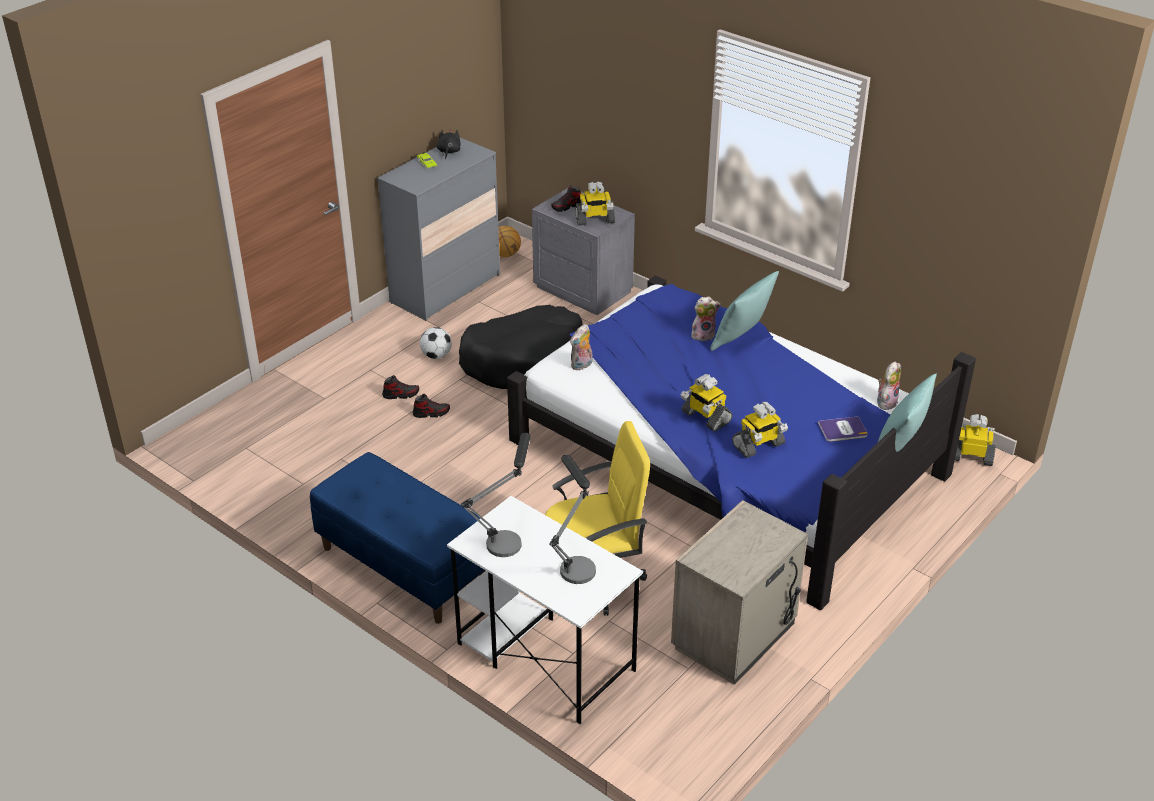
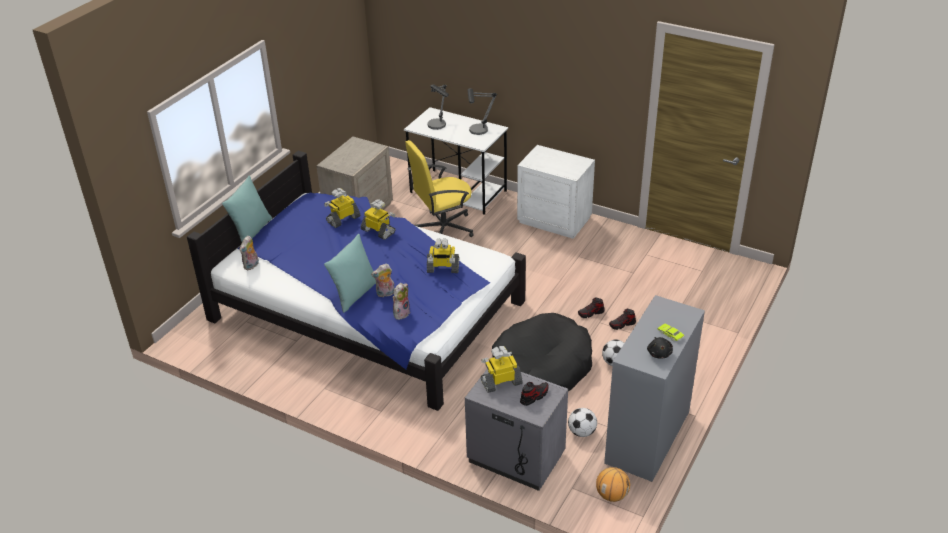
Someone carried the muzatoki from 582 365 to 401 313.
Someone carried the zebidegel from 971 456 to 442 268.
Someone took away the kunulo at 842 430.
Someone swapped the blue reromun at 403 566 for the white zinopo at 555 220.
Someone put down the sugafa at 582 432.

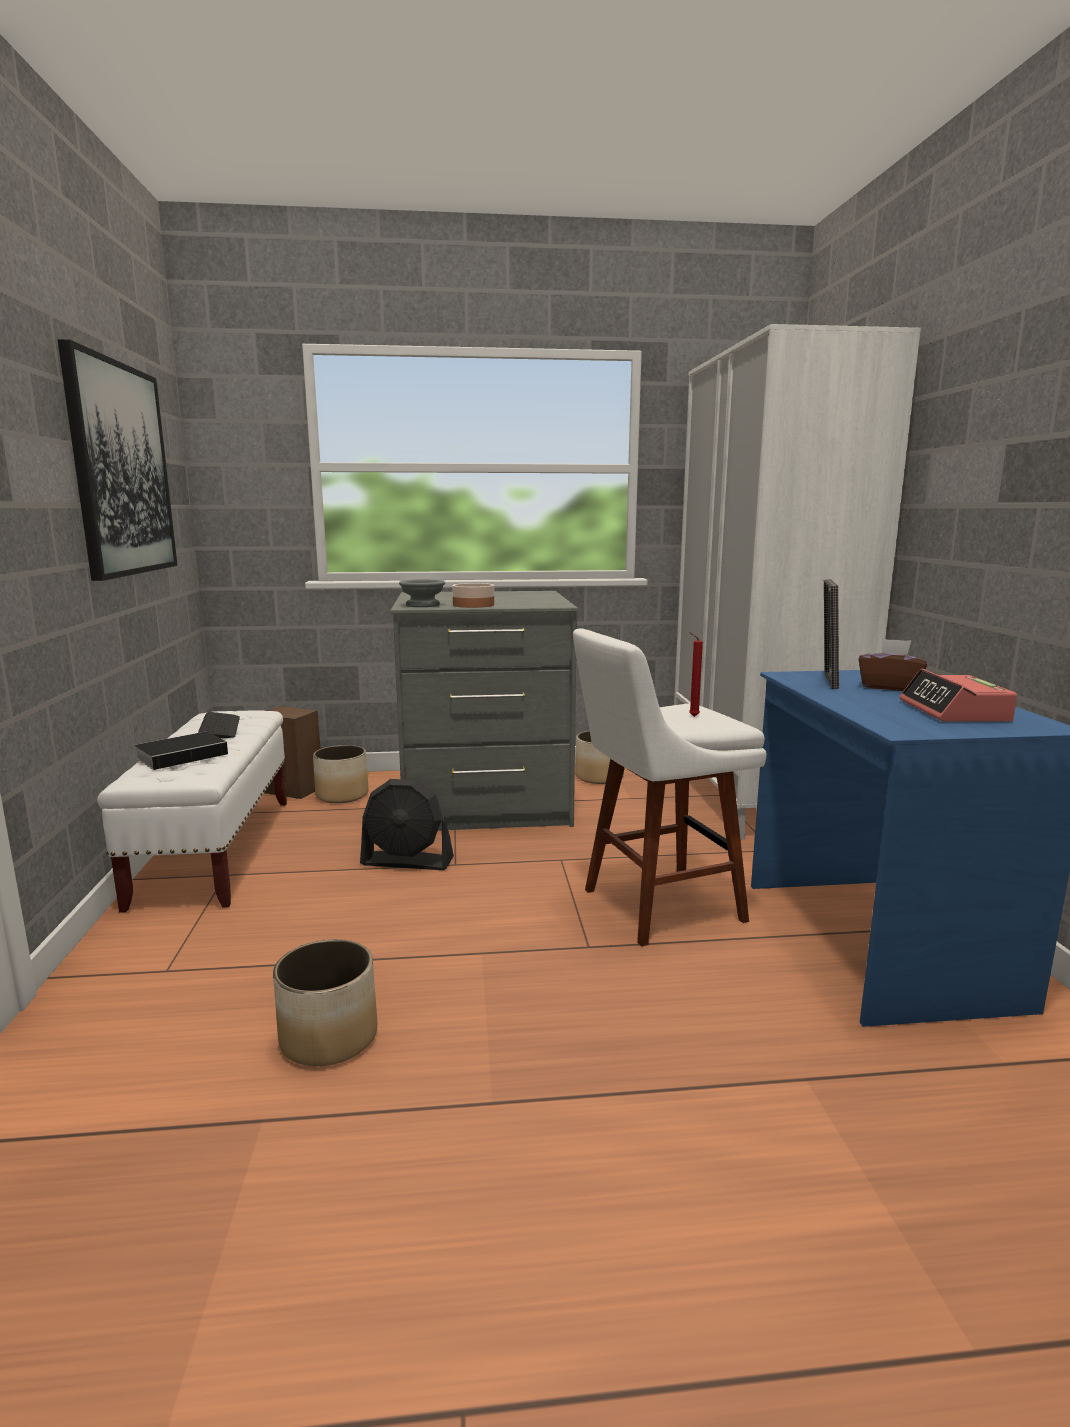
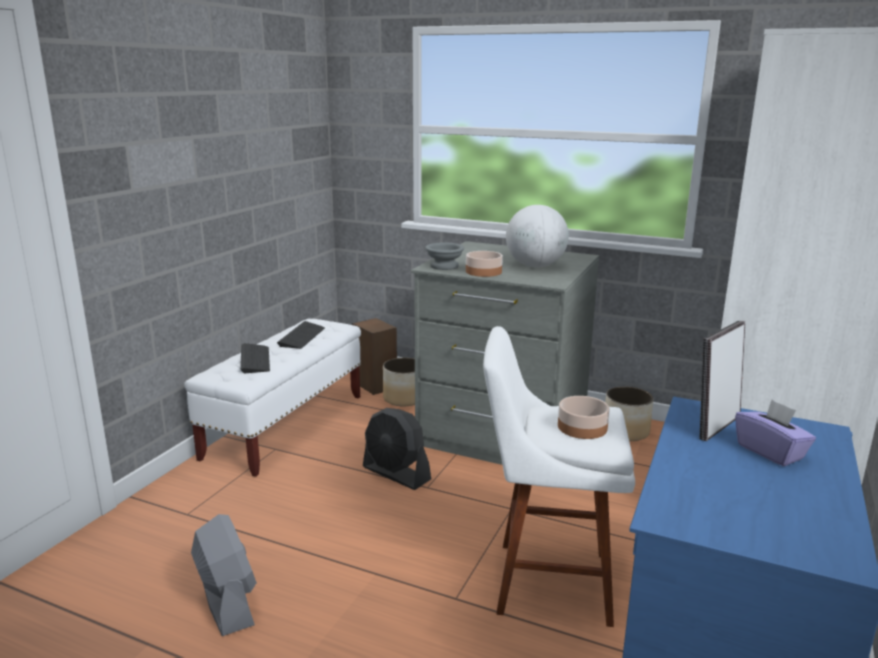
Someone took away the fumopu at 121 470.
Someone swapped the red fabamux at 692 716 for the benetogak at 582 427.
Someone repainted the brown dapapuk at 890 687, which became the purple dapapuk at 770 452.
Someone took away the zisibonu at 954 712.
Someone swapped the kunulo at 184 755 for the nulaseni at 255 359.
Someone swapped the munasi at 327 1038 for the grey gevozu at 227 601.
Someone put down the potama at 535 266.

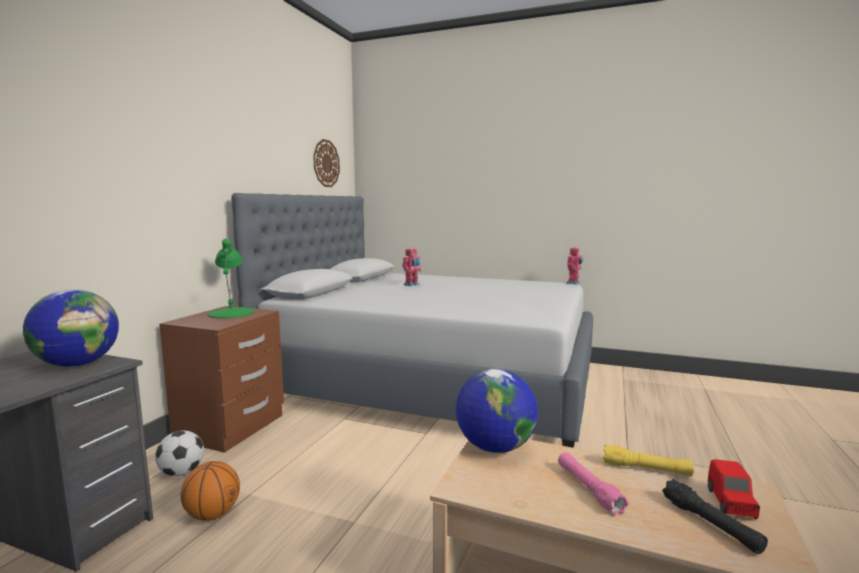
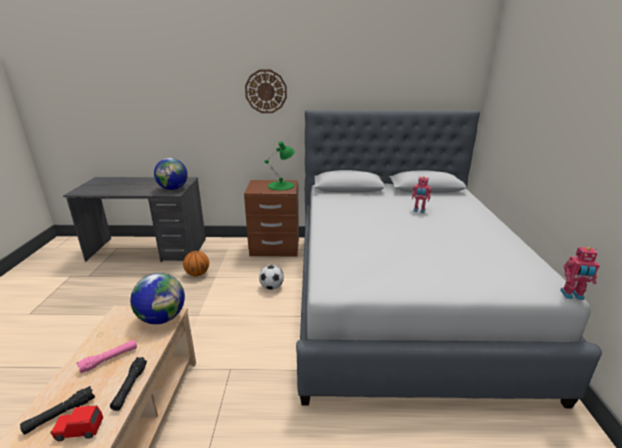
Someone carried the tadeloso from 326 163 to 266 91.
Someone carried the sugafa from 182 472 to 271 287.
Someone repainted the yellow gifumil at 646 469, which became the black gifumil at 130 387.

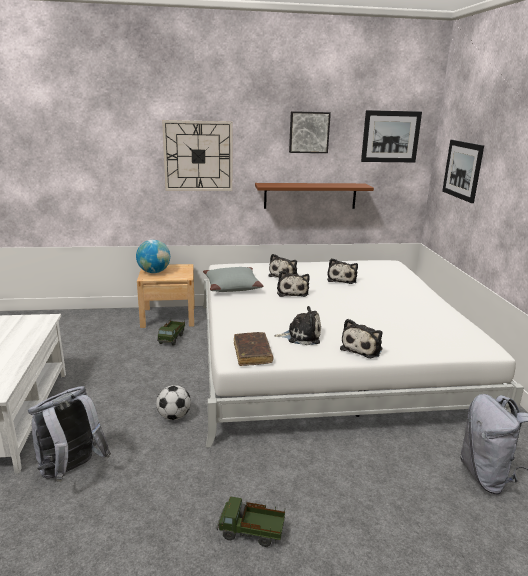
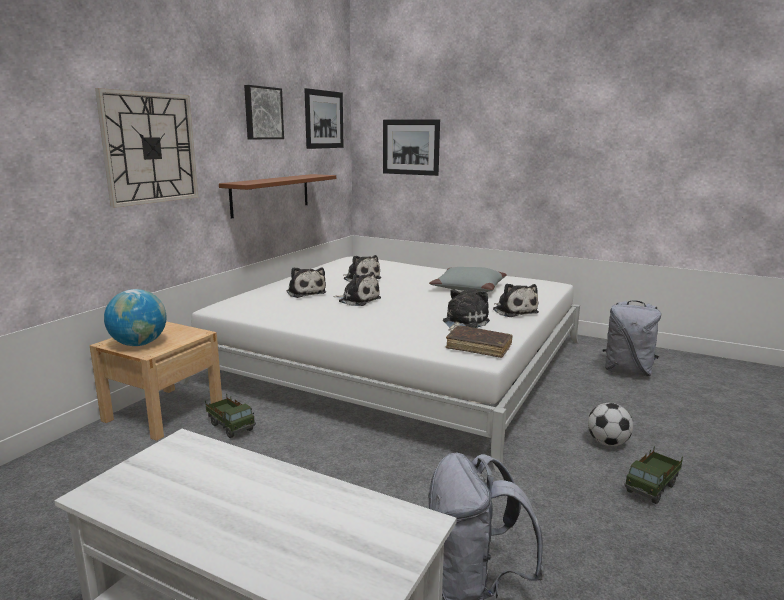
Someone carried the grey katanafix from 232 286 to 468 288.
Someone carried the sugafa from 174 416 to 608 443.

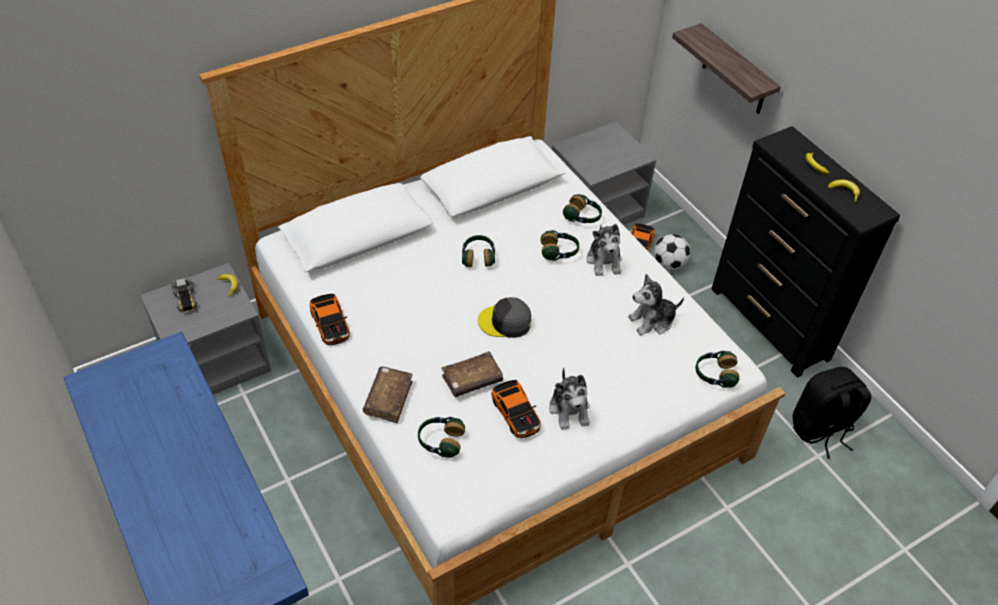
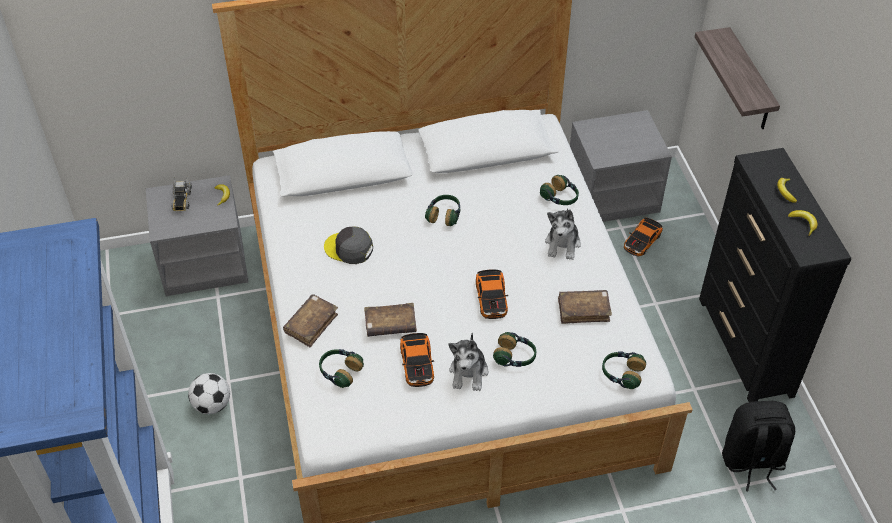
Someone carried the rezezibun from 559 252 to 515 357.
Someone carried the sugafa from 669 264 to 212 405.
Someone swapped the muzatoki at 652 321 for the brown kunulo at 583 310.
Someone carried the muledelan from 331 323 to 492 298.
Someone carried the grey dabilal from 505 322 to 349 248.

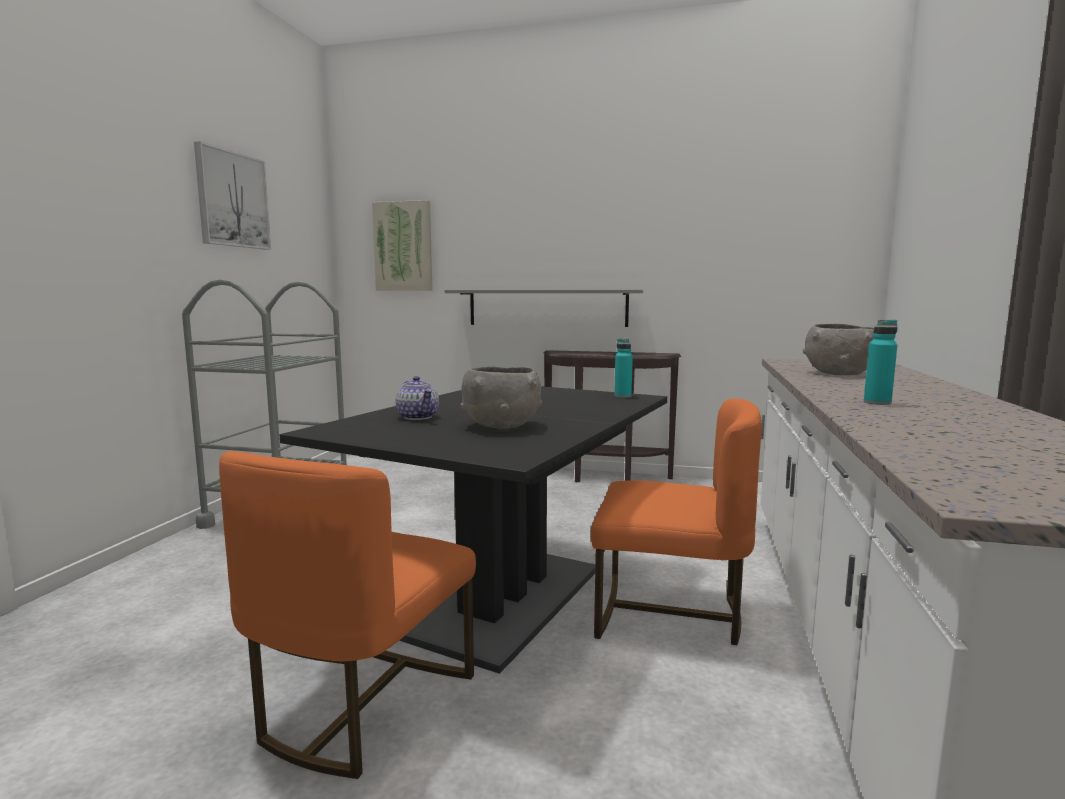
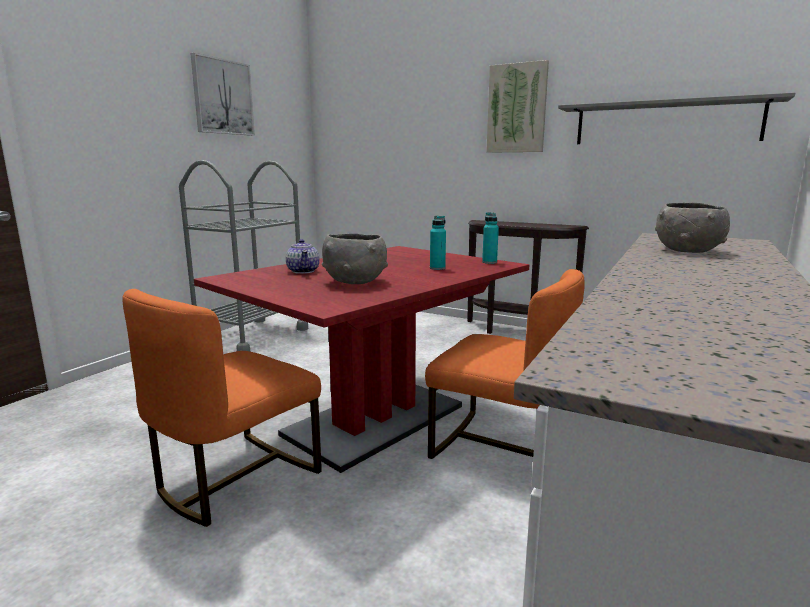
Someone carried the fumopu from 403 246 to 517 108.
Someone carried the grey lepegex from 547 307 to 665 123.
Someone carried the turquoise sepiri from 877 402 to 437 268.
Someone repainted the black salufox at 504 600, which became the red salufox at 375 420.

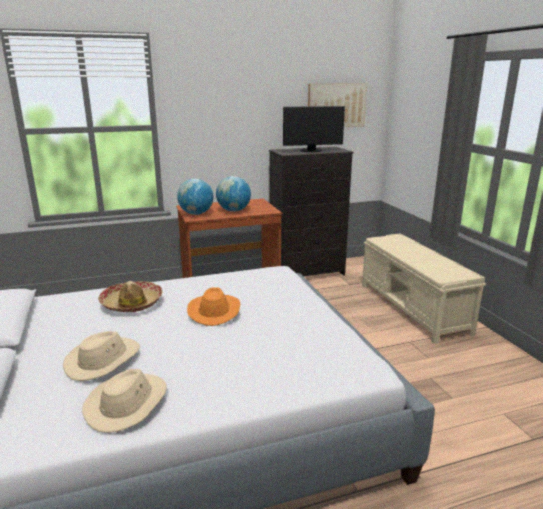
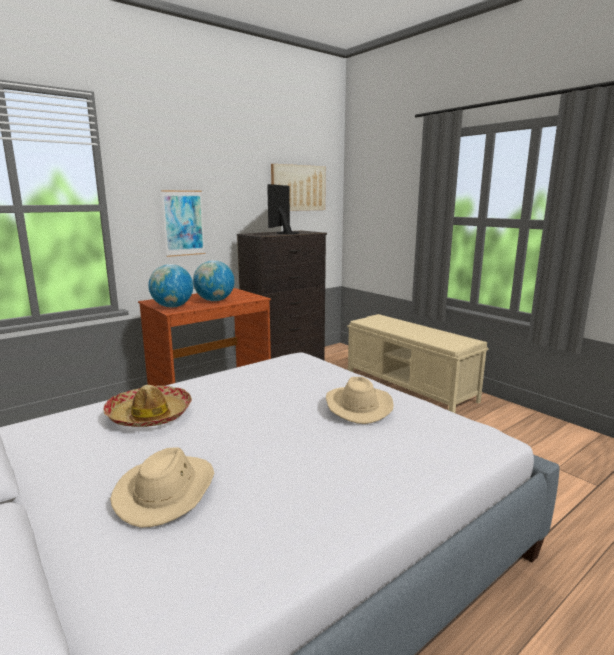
Someone rotated the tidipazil at 311 151 by 135 degrees clockwise.
Someone took away the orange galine at 214 311.
Someone carried the beige galine from 127 403 to 357 406.
Someone put up the fumopu at 183 223.

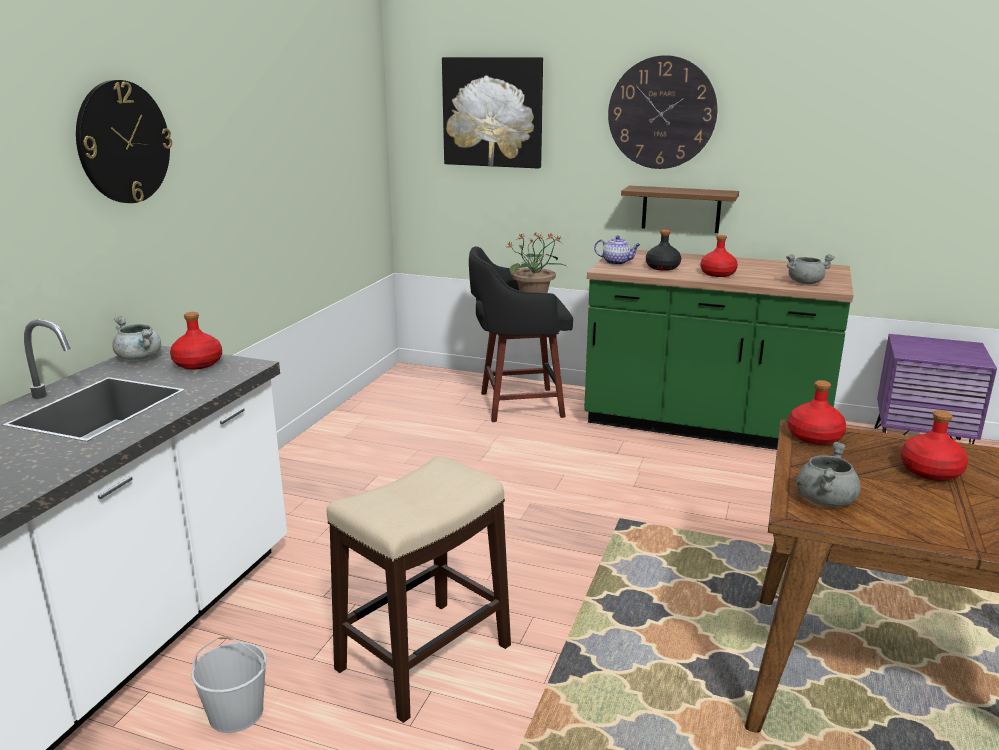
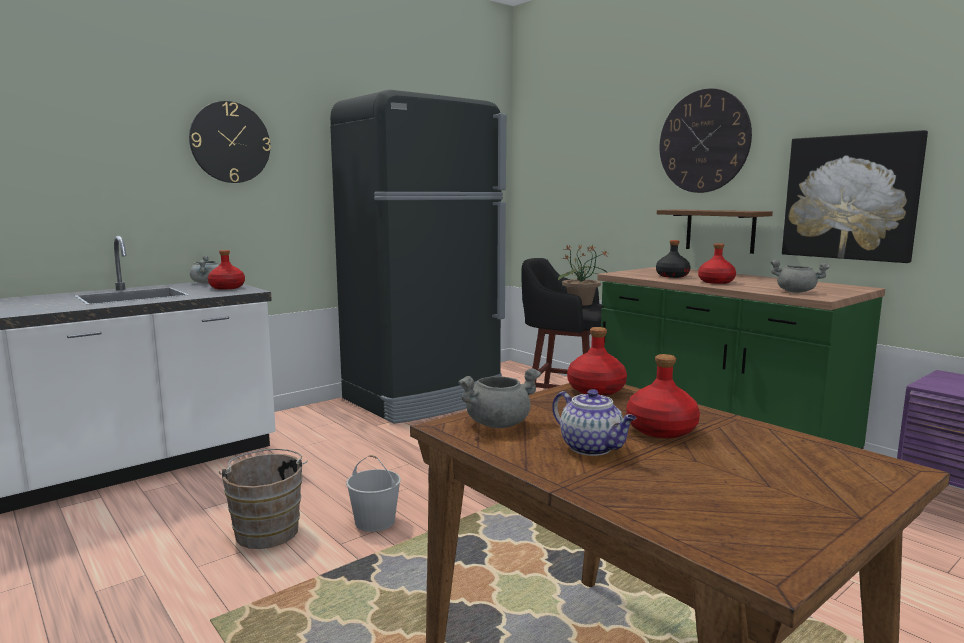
Someone carried the fumopu from 493 112 to 850 197.
Someone carried the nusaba from 617 262 to 592 448.
Someone swapped the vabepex at 425 656 for the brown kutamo at 268 530.
Someone carried the white kutamo from 237 712 to 375 521.
Someone put down the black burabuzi at 424 398.

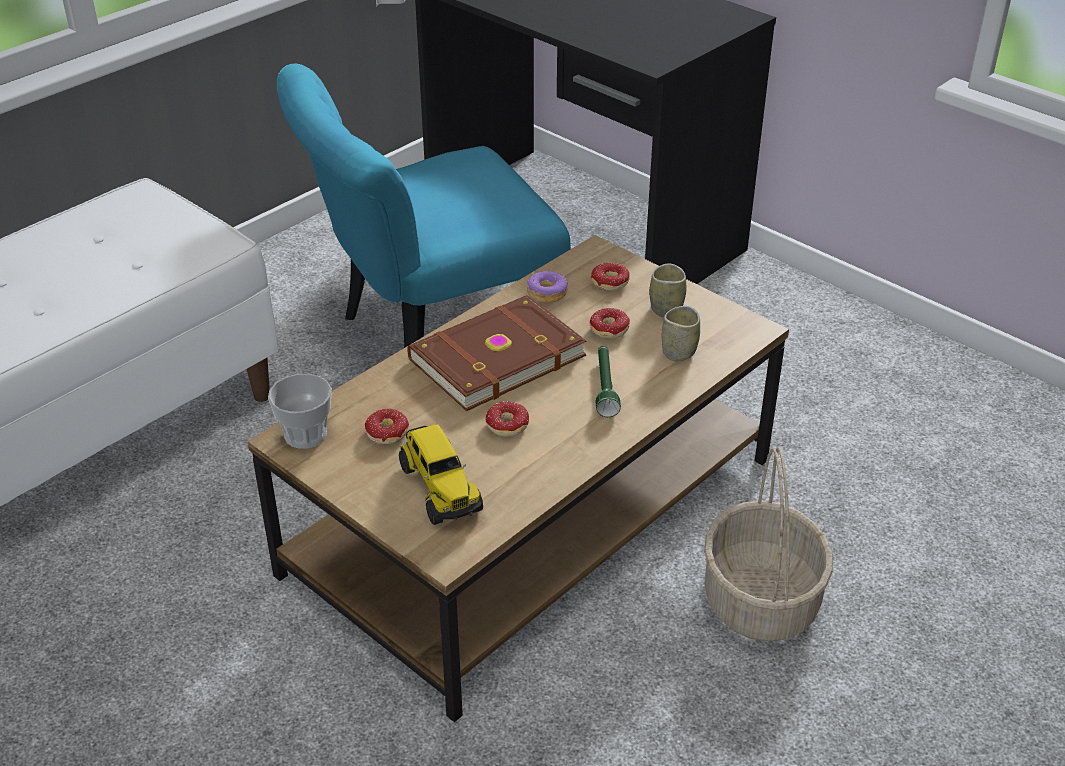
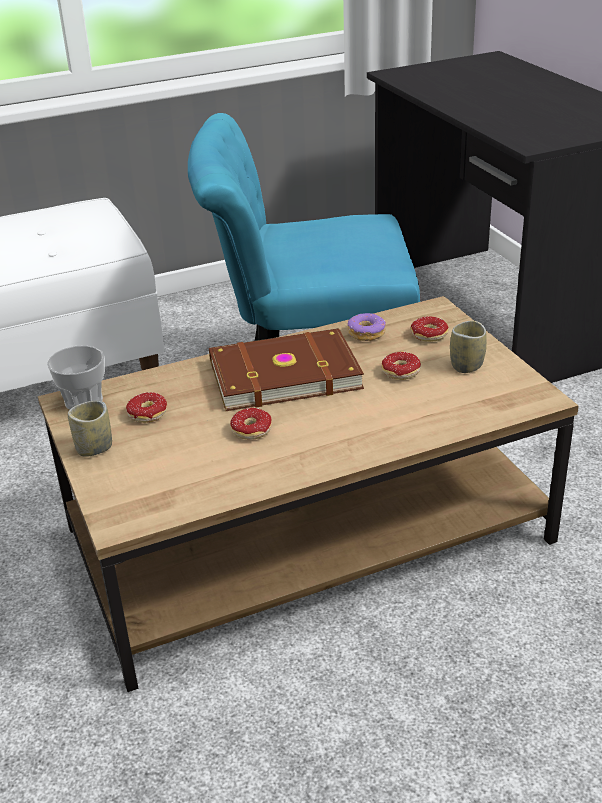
Someone carried the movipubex from 679 352 to 94 448.
Someone took away the green gifumil at 605 387.
Someone took away the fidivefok at 440 488.
Someone took away the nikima at 762 601.

